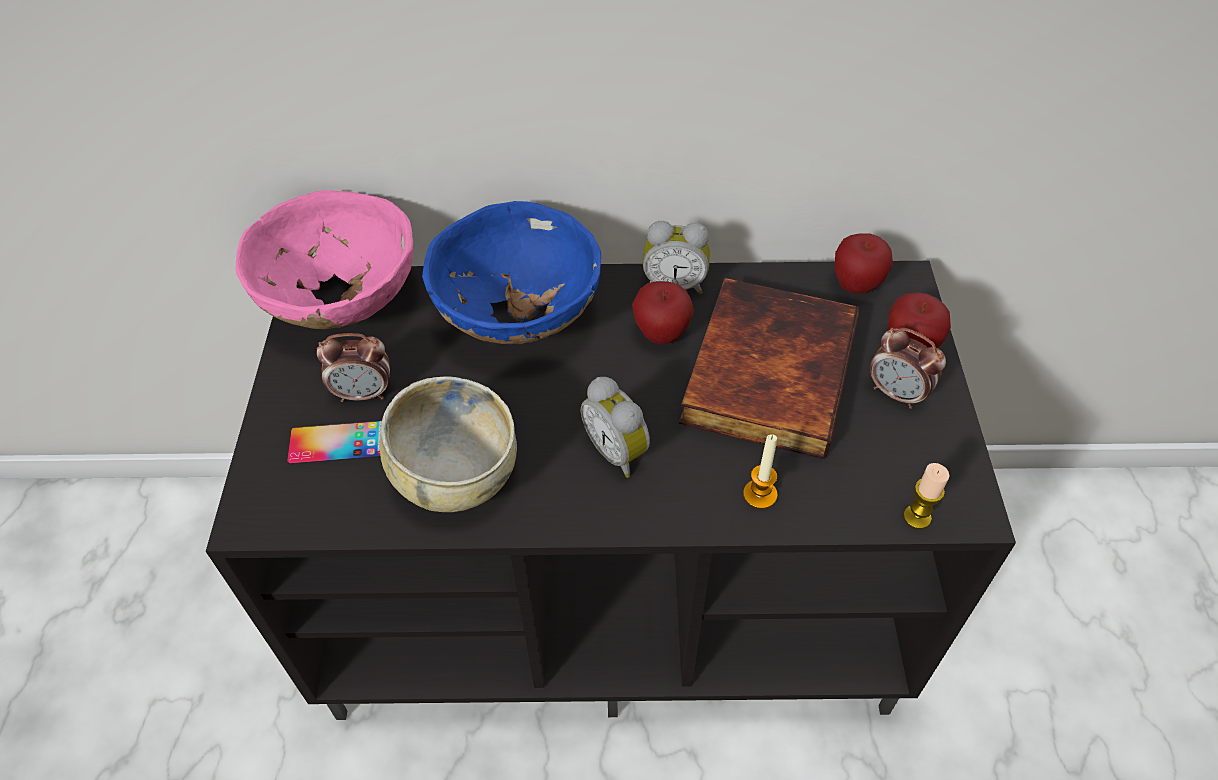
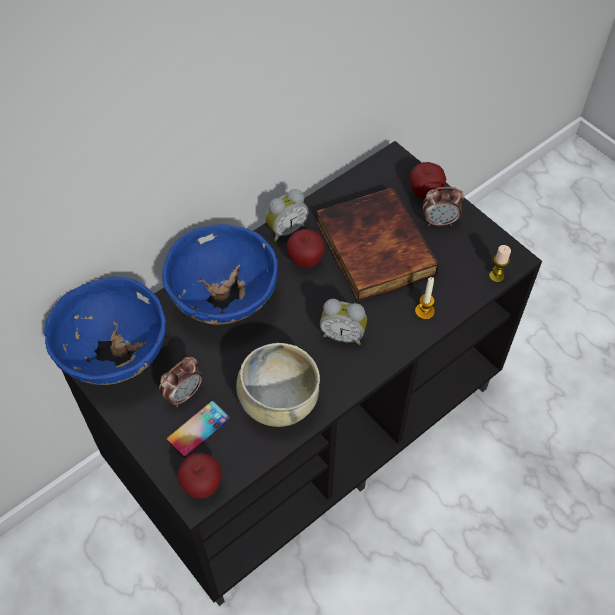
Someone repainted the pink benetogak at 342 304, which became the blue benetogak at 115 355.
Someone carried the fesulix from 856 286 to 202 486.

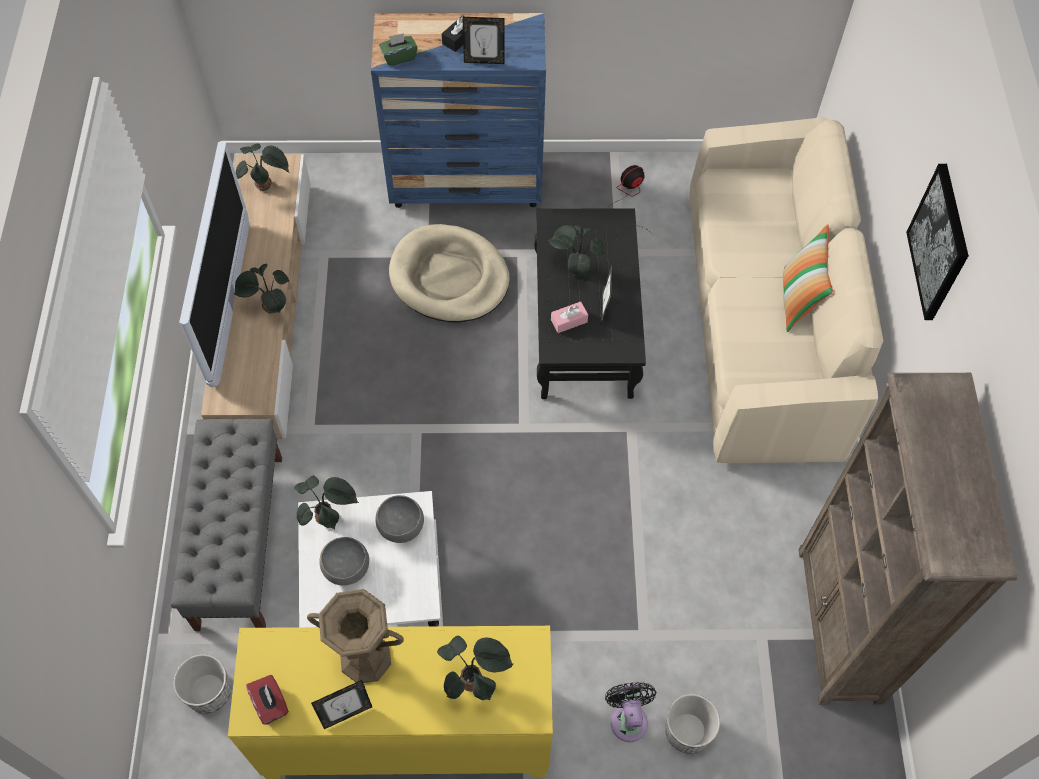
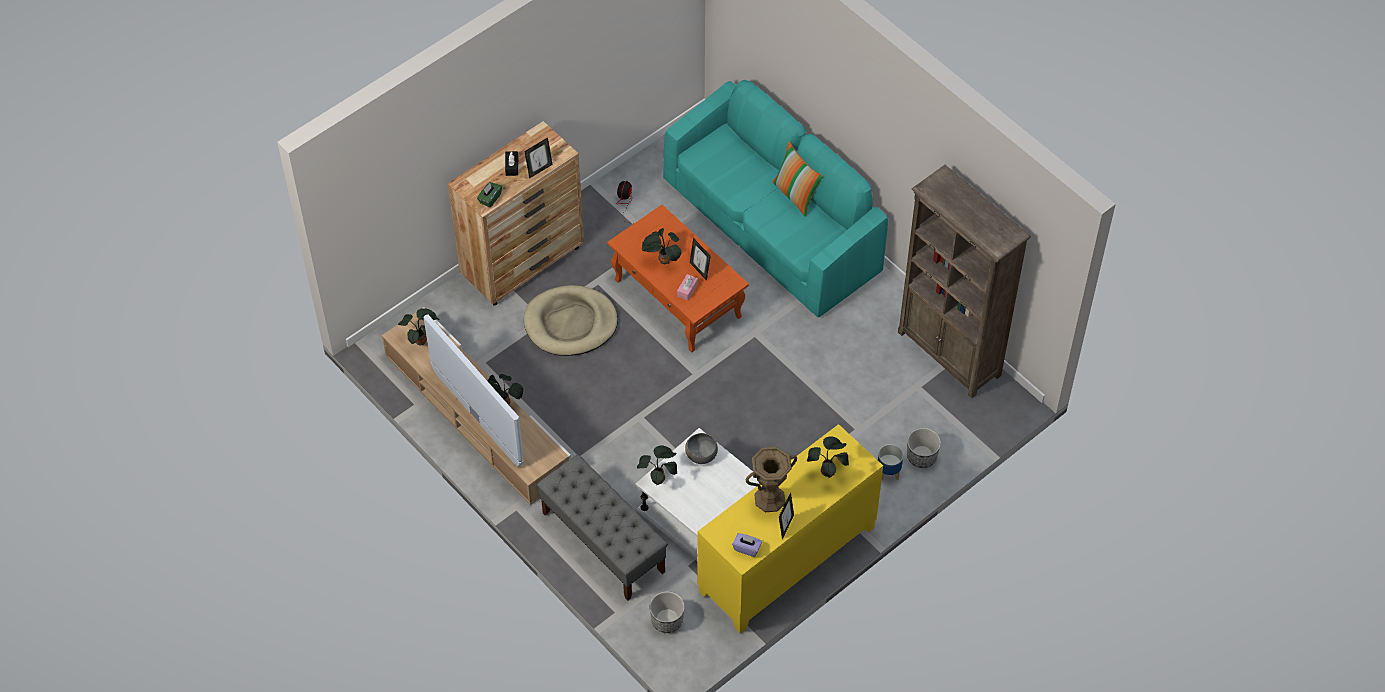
Someone repainted the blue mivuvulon at 467 184, which became the brown mivuvulon at 523 262.
Someone repainted the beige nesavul at 761 322, which became the turquoise nesavul at 771 226.
Someone took away the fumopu at 939 243.
Someone repainted the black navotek at 584 330, which became the orange navotek at 678 299.
Someone took away the grey benetogak at 346 567.
Someone repainted the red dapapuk at 270 704, which became the purple dapapuk at 747 548.
Someone swapped the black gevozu at 628 718 for the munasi at 888 472.

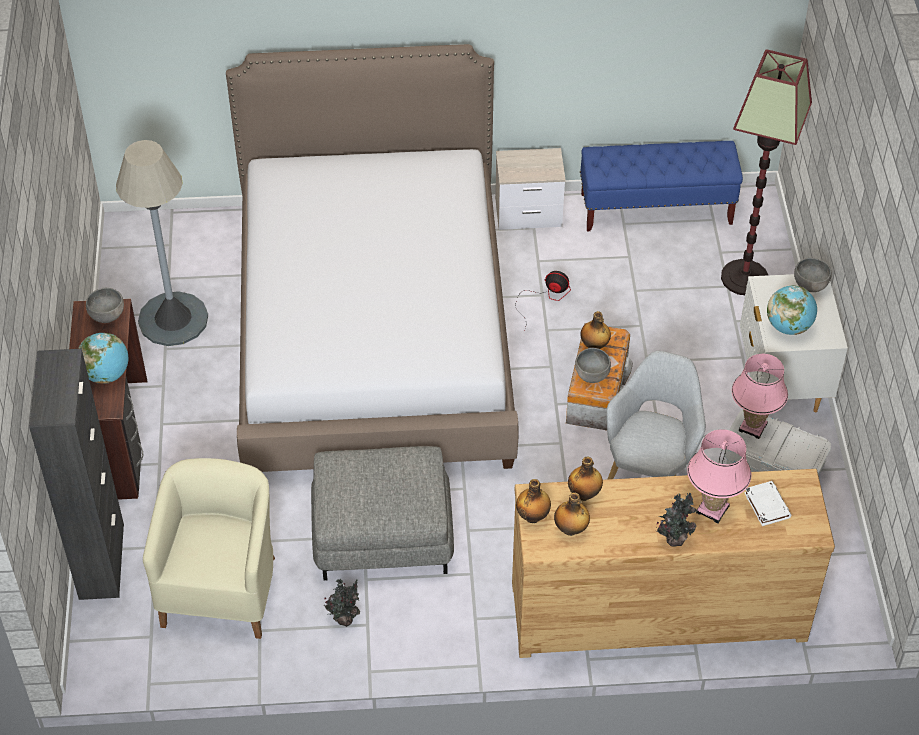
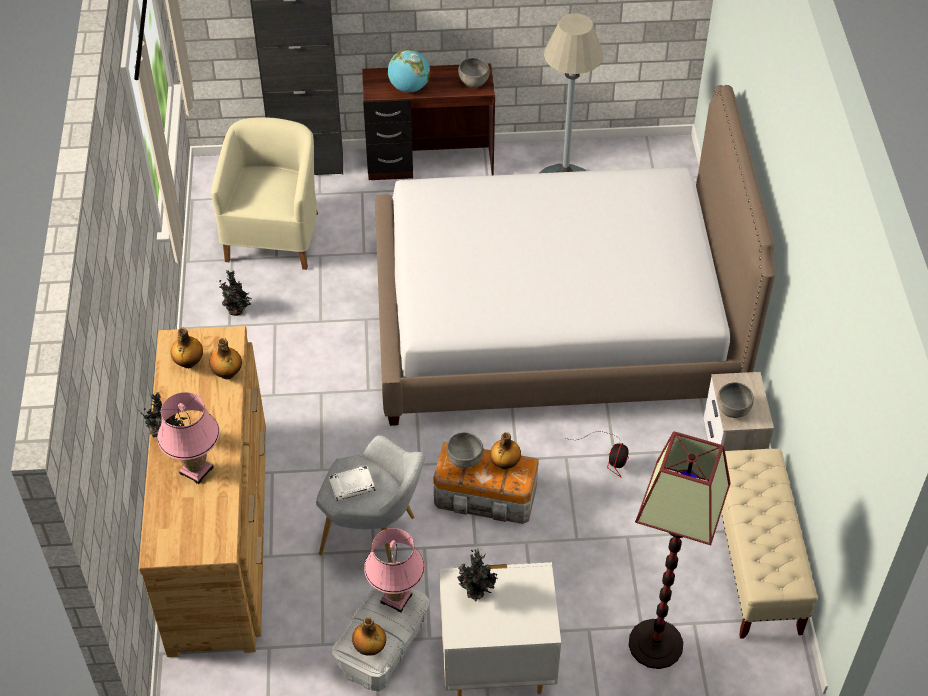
Someone repainted the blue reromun at 656 209, which became the beige reromun at 755 564.
Someone carried the grey benetogak from 810 286 to 732 410.
Someone swapped the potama at 788 326 for the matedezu at 476 594.
Someone took away the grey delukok at 383 533.
Someone rotated the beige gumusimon at 222 589 by 90 degrees counterclockwise.
Someone carried the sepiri from 533 516 to 370 648.
Someone carried the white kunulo from 766 505 to 352 485.

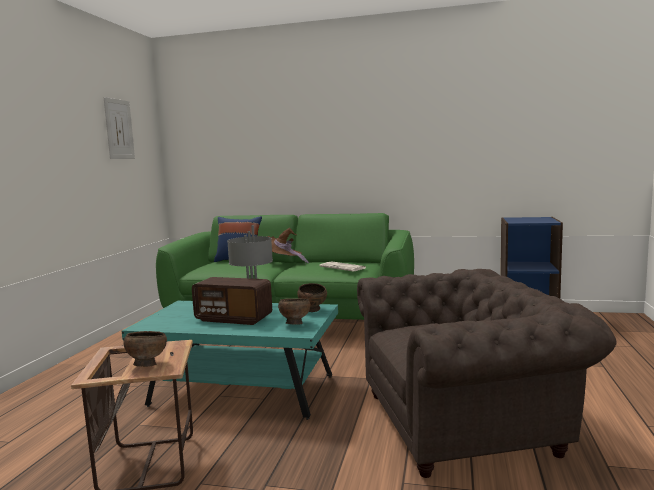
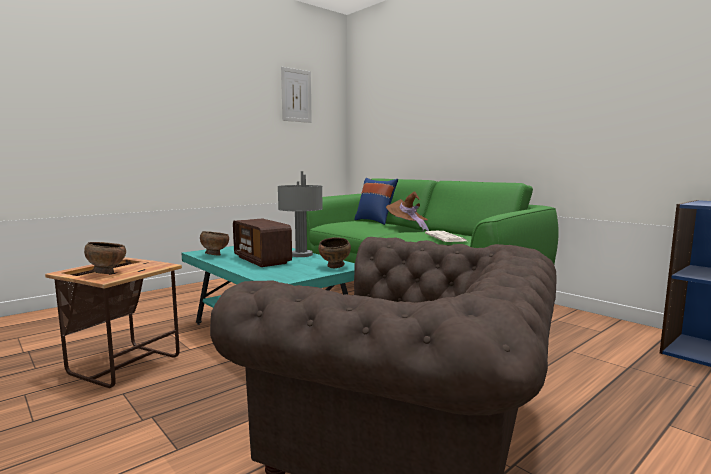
Someone carried the brown benetogak from 294 324 to 215 255.

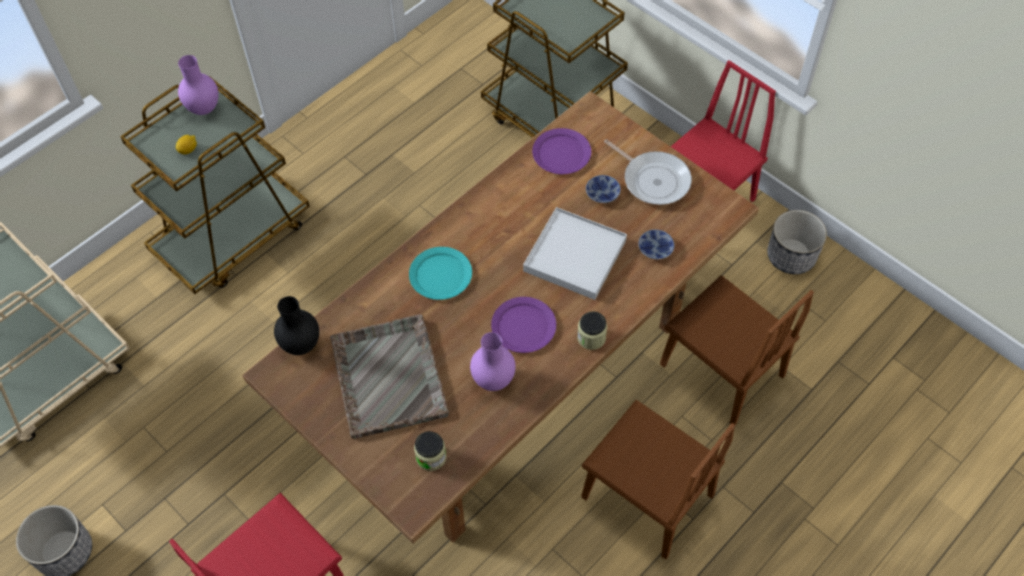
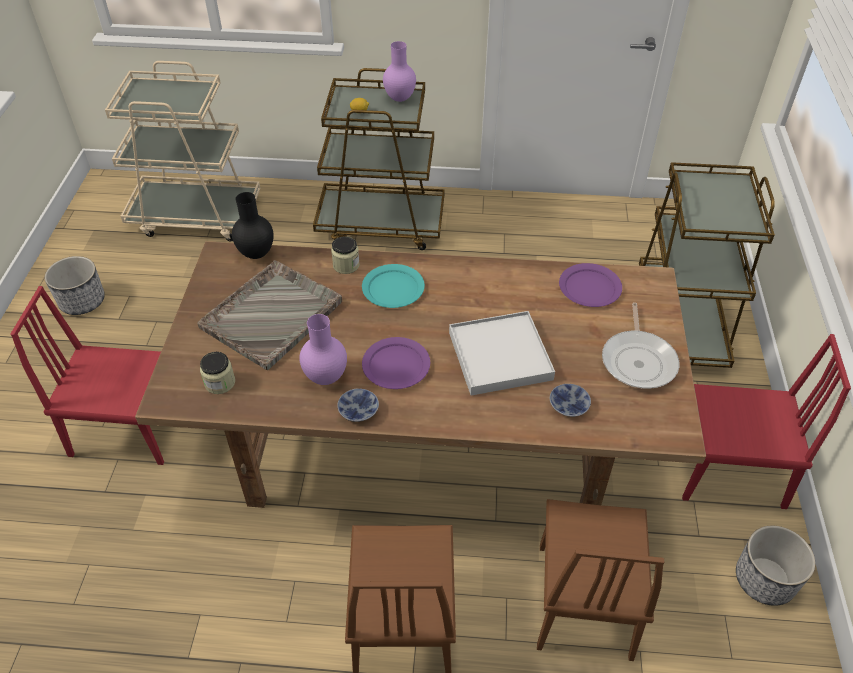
Someone carried the benetogak from 604 193 to 360 411.
Someone carried the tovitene from 591 338 to 346 265.

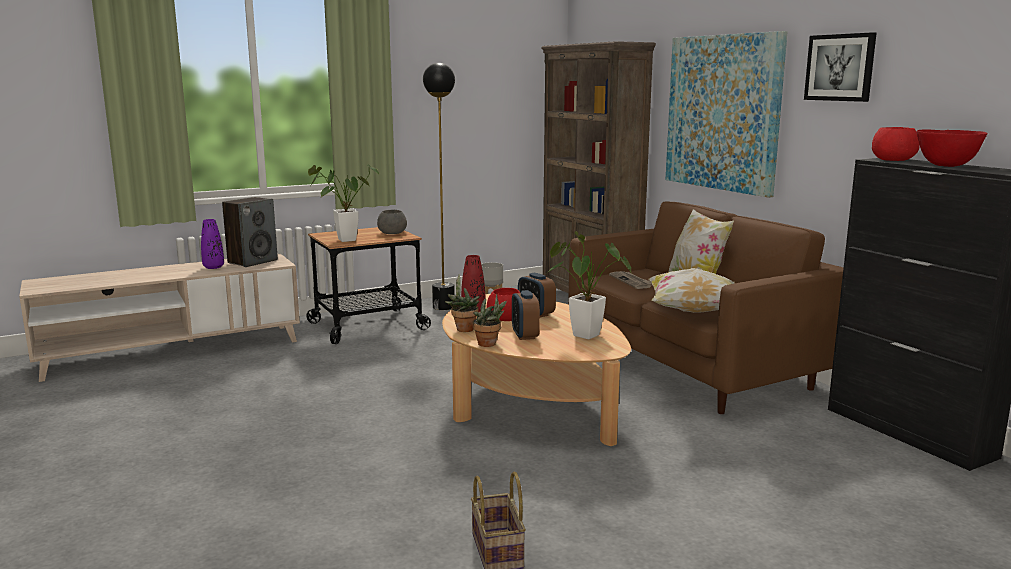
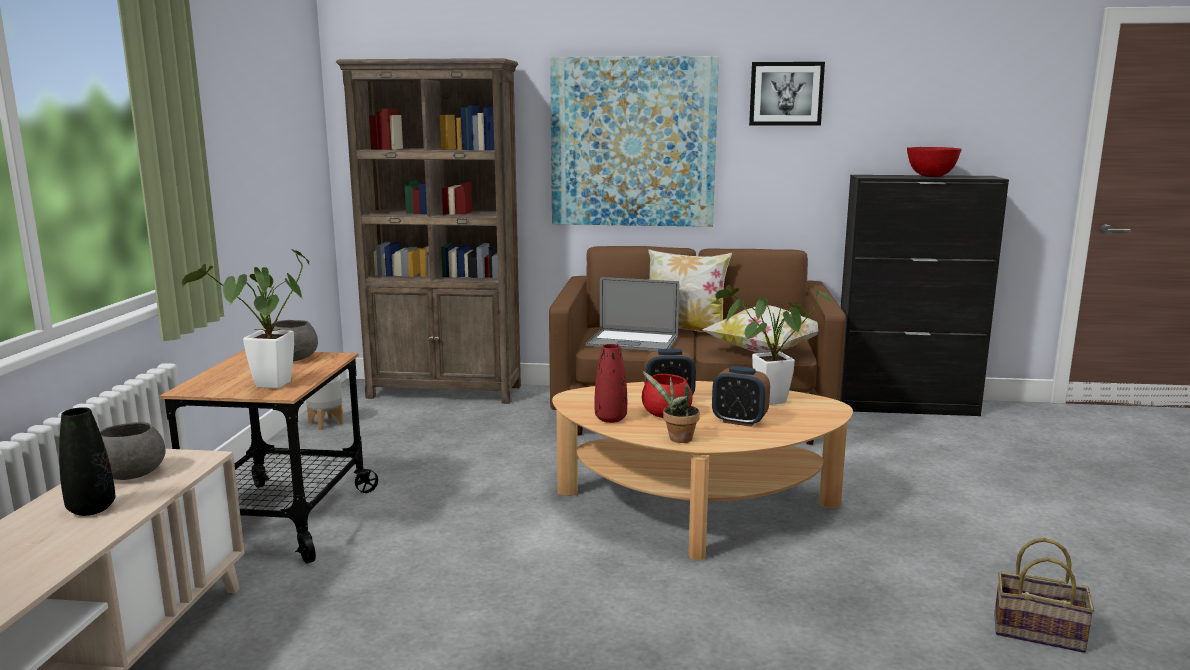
Someone took away the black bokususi at 443 307.
Someone took away the red benetogak at 892 160.
Someone swapped the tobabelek at 252 261 for the grey benetogak at 130 473.
Someone repainted the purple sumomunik at 213 267, which became the black sumomunik at 91 509.
Someone swapped the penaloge at 631 281 for the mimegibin at 632 342.
Someone took away the matedezu at 489 344.

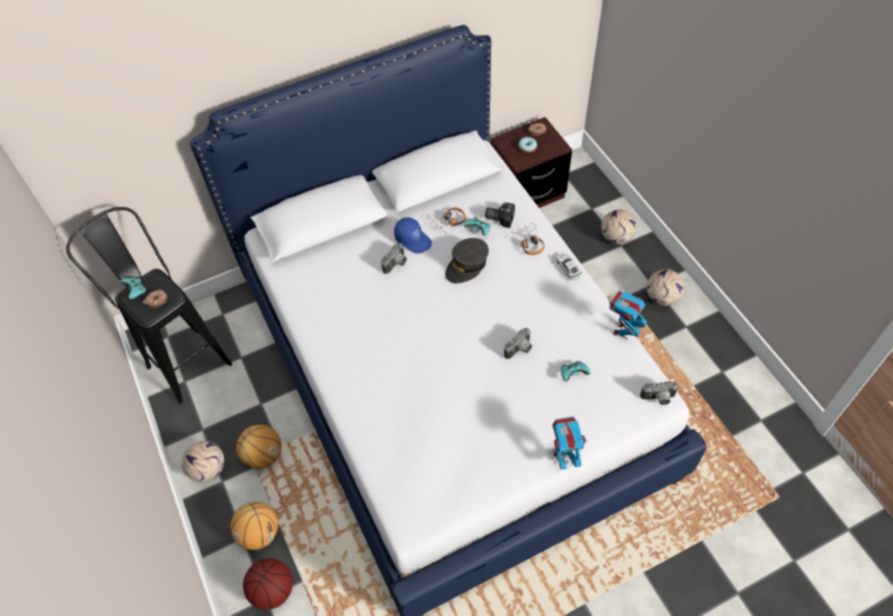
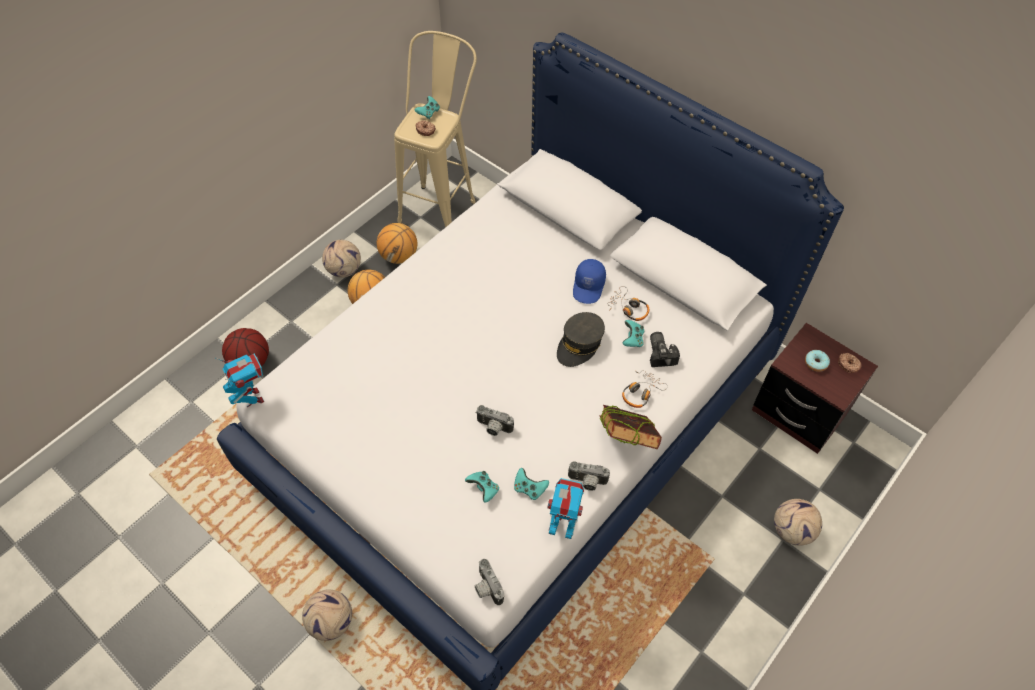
Someone repainted the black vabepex at 182 358, which became the beige vabepex at 442 205.
Someone rotated the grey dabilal at 467 265 by 75 degrees counterclockwise.
Someone carried the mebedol from 396 264 to 587 482.
Someone swapped the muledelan at 567 267 for the kunulo at 626 441.
Someone carried the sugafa from 662 297 to 332 622.
Someone carried the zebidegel from 564 458 to 253 398.
Someone carried the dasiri from 259 533 to 399 256.
Someone put down the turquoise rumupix at 529 488.

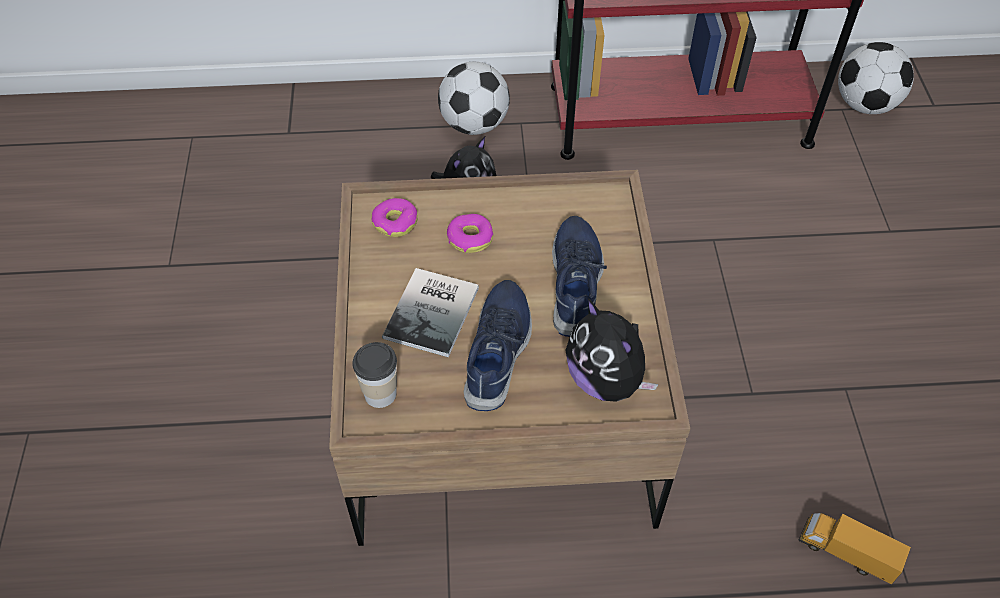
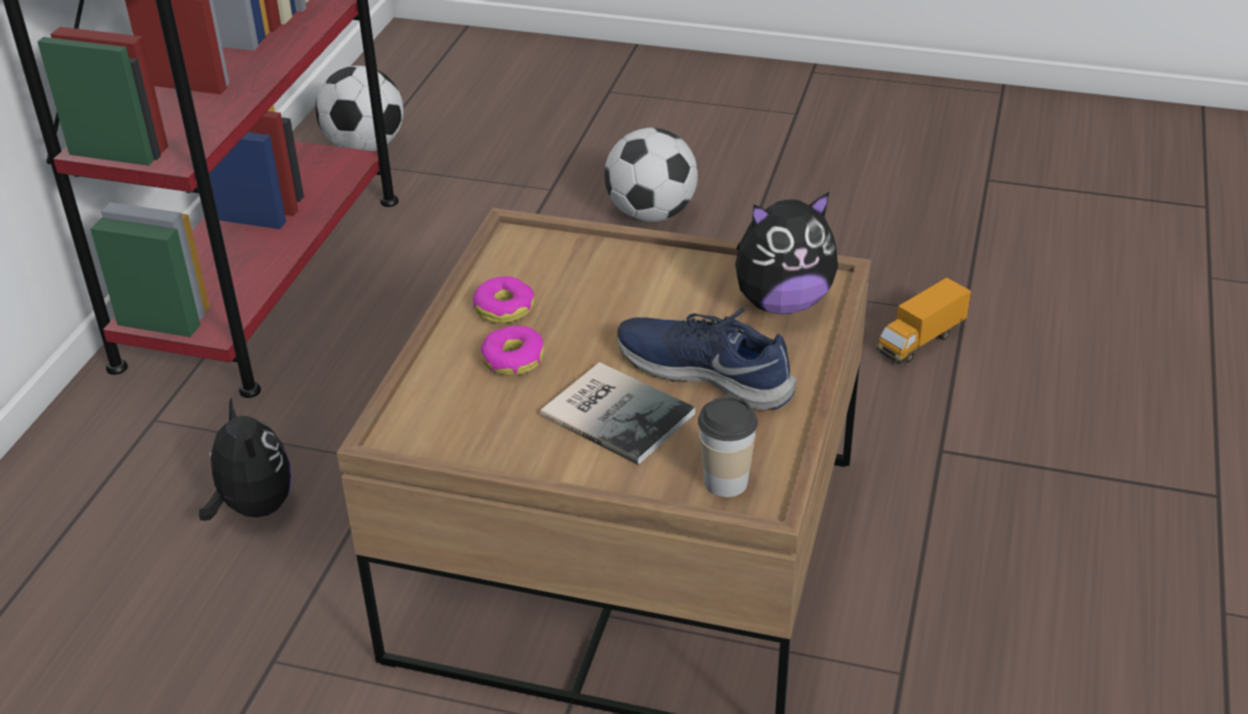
Someone carried the sugafa from 474 125 to 651 214.
Someone carried the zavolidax from 395 222 to 504 308.
Someone took away the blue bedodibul at 576 282.

